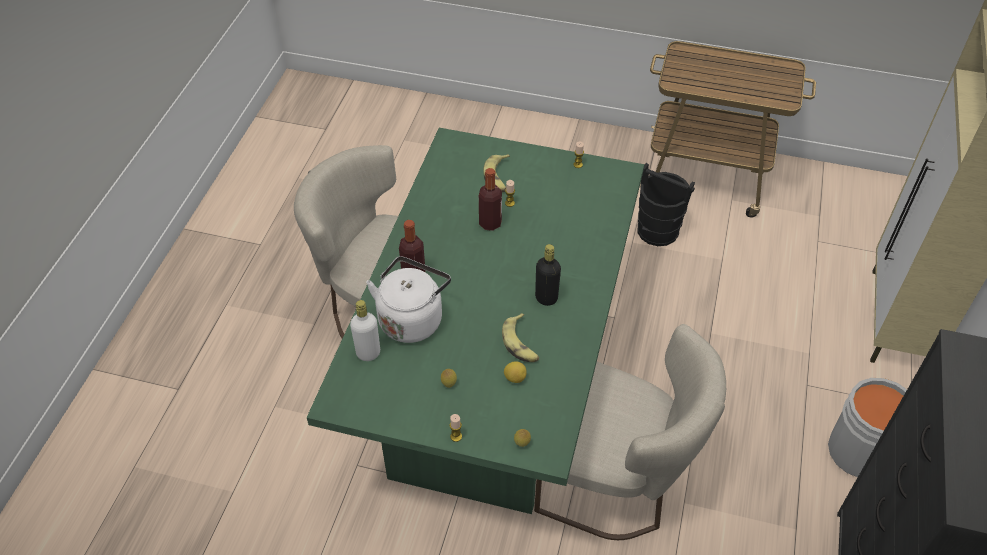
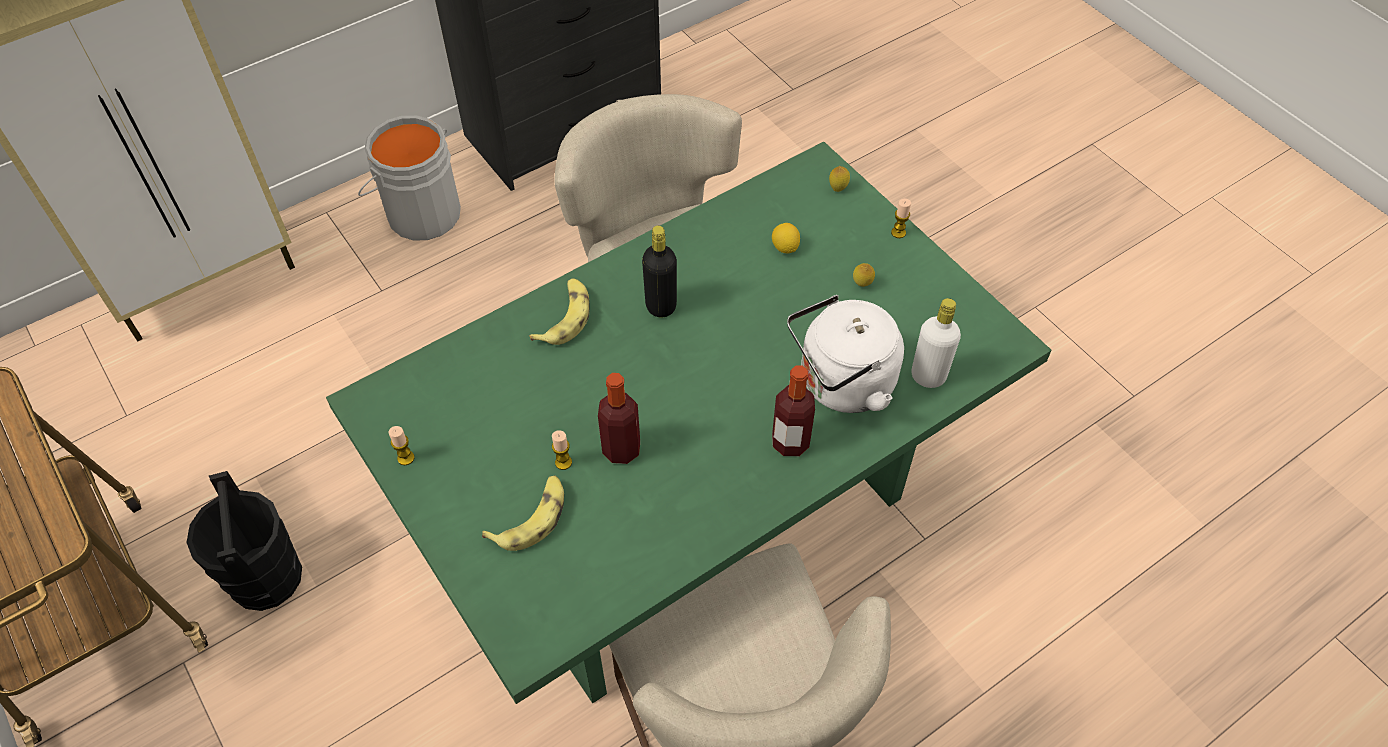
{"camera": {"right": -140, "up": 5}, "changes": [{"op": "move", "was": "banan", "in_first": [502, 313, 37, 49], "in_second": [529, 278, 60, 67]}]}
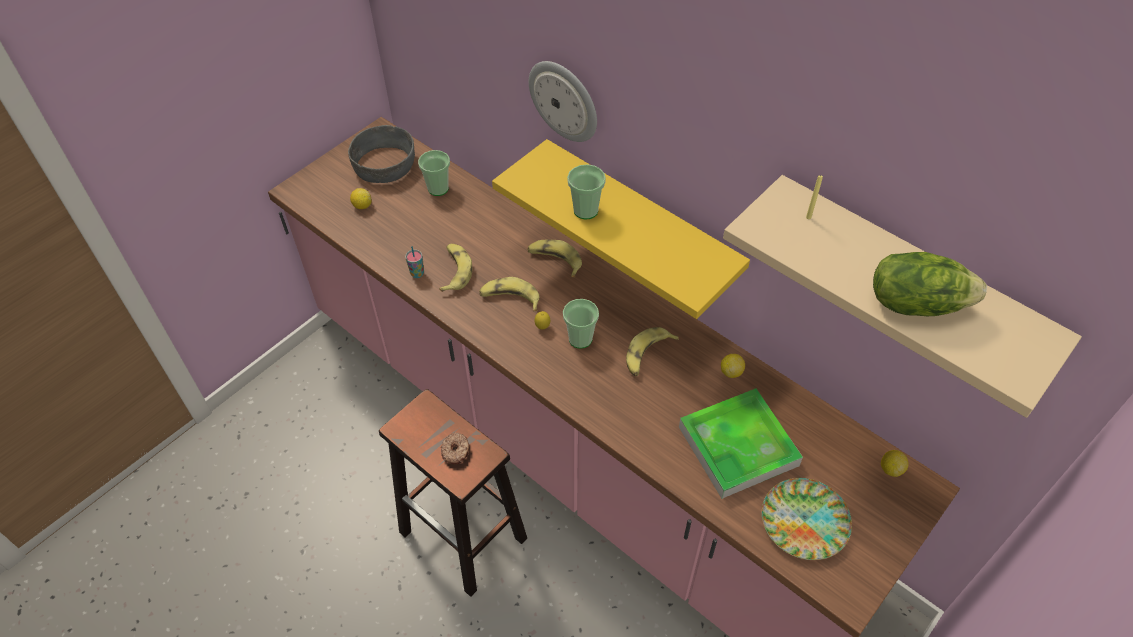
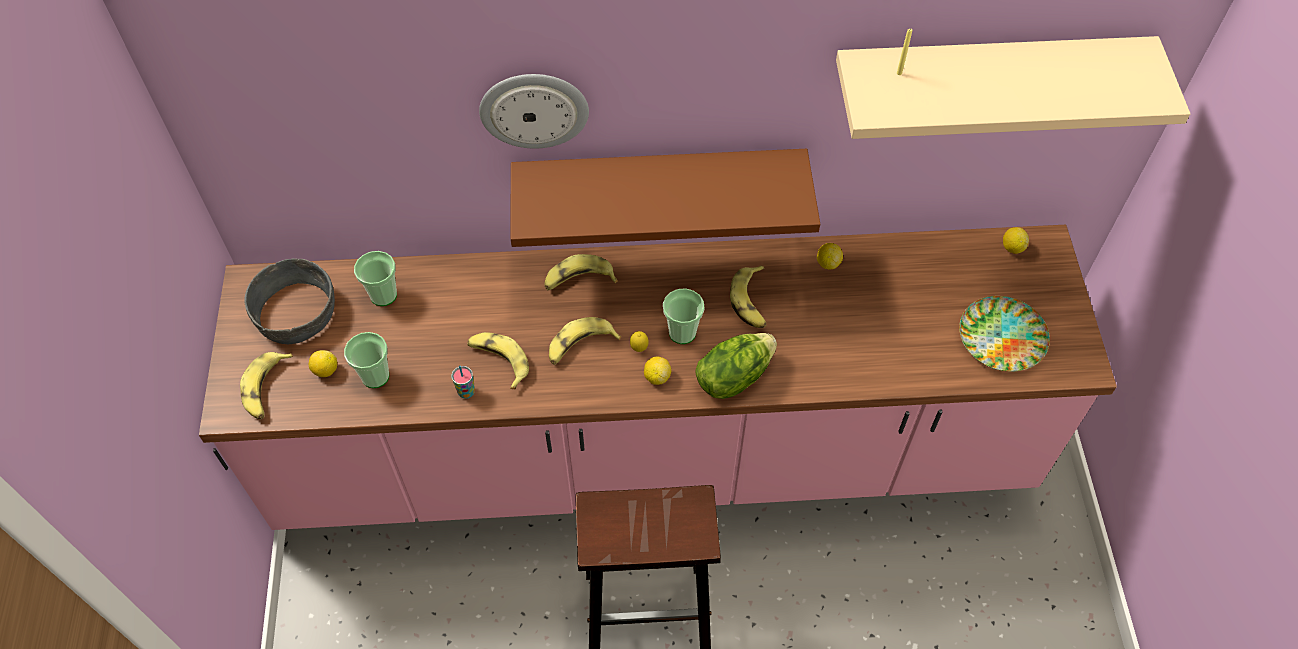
{"camera": {"right": -45, "up": 5}, "changes": [{"op": "delete", "was": "donut", "in_first": [441, 432, 28, 33]}, {"op": "recolor", "was": "półka [żółty]", "now": "półka [brązowy]", "in_first": [492, 139, 258, 180], "in_second": [510, 149, 310, 98]}, {"op": "move", "was": "filiżanka", "in_first": [567, 164, 39, 55], "in_second": [344, 332, 45, 56]}, {"op": "delete", "was": "taca", "in_first": [679, 389, 124, 110]}, {"op": "move", "was": "sałata", "in_first": [873, 252, 114, 64], "in_second": [695, 333, 82, 66]}, {"op": "insert", "now": "banan", "in_second": [240, 352, 53, 67]}, {"op": "insert", "now": "cytryna", "in_second": [644, 356, 27, 29]}]}
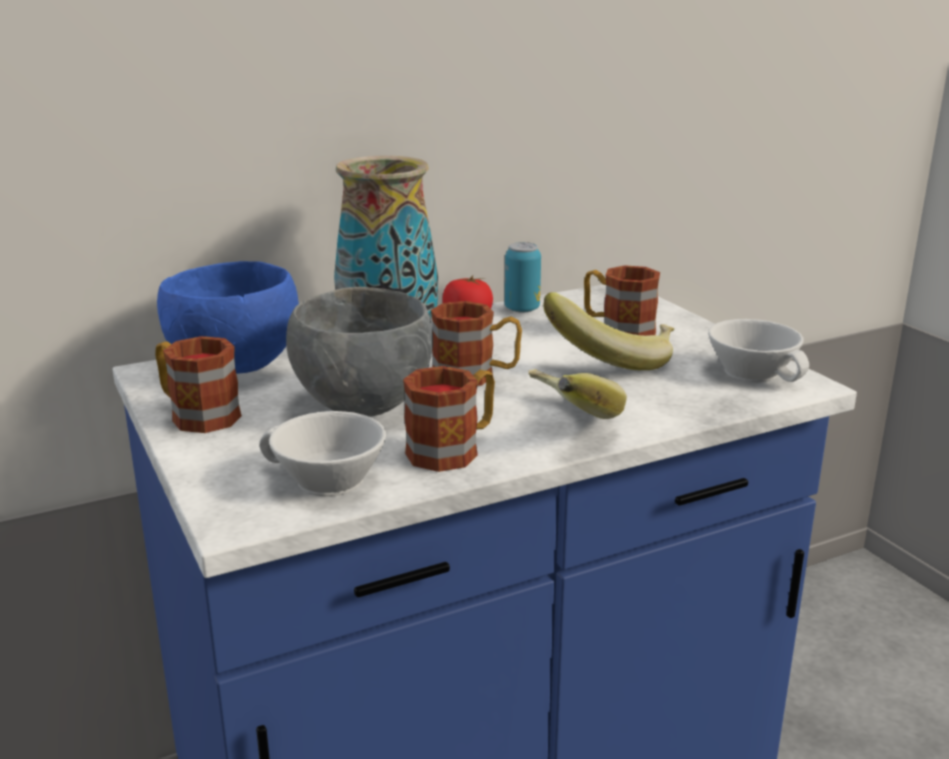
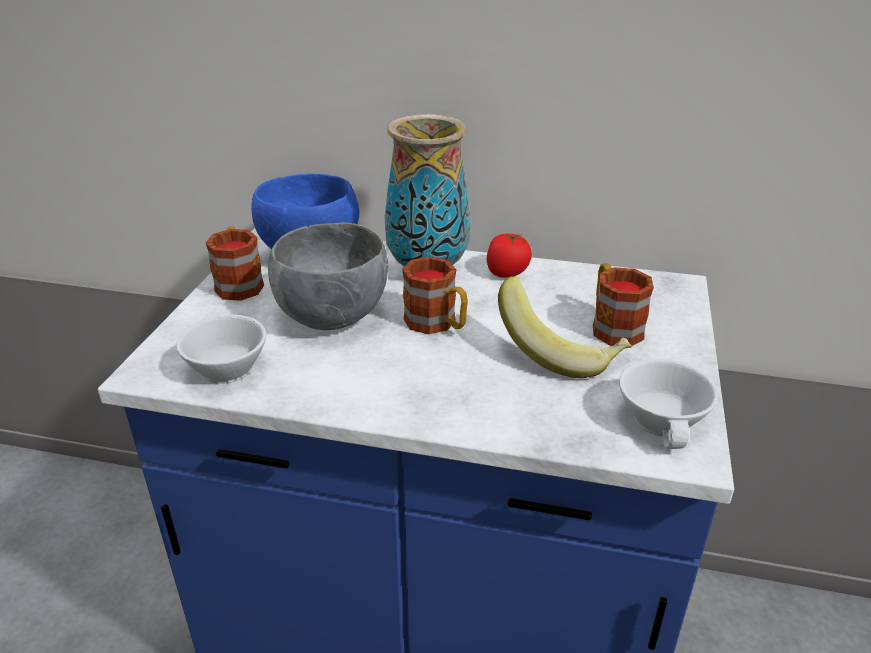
{"camera": {"right": 40, "up": 10}, "changes": [{"op": "delete", "was": "kubek", "in_first": [403, 366, 92, 106]}, {"op": "delete", "was": "puszka", "in_first": [505, 242, 36, 71]}, {"op": "delete", "was": "banan", "in_first": [528, 369, 99, 50]}]}
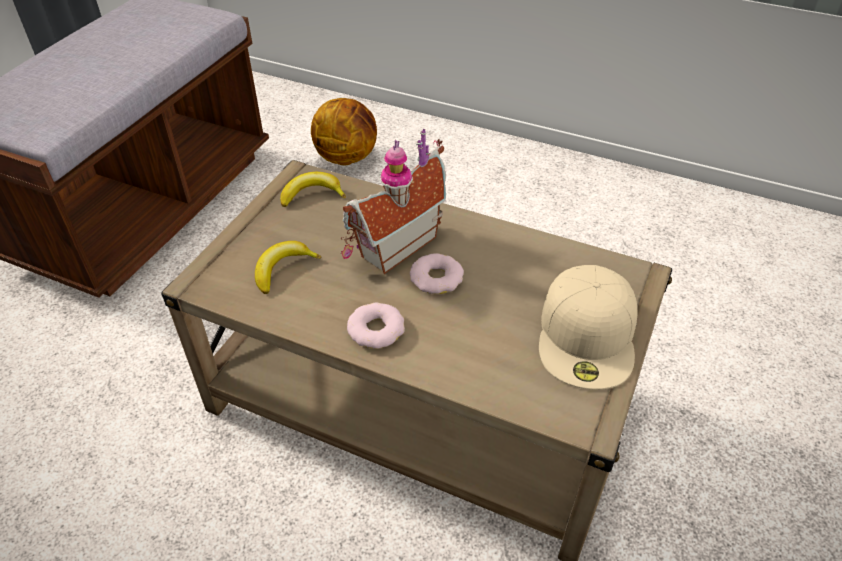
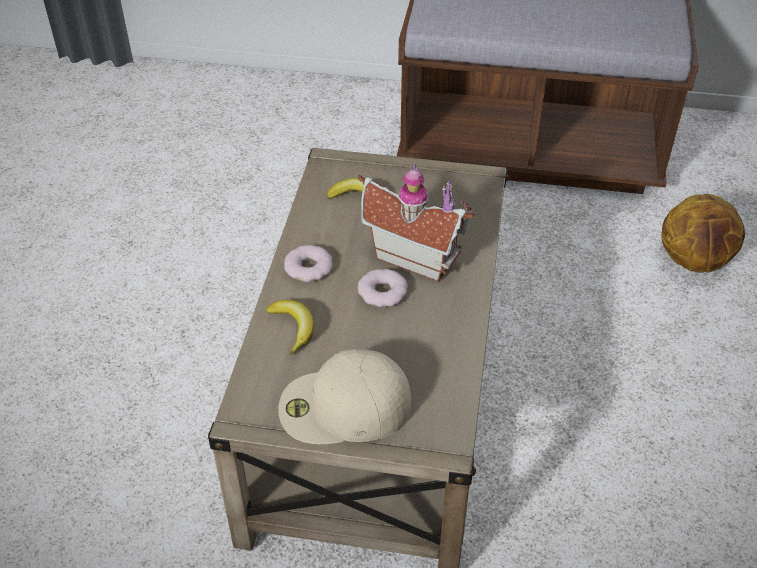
{"camera": {"right": 75, "up": 0}, "changes": [{"op": "move", "was": "banan", "in_first": [280, 172, 66, 35], "in_second": [266, 300, 48, 55]}]}
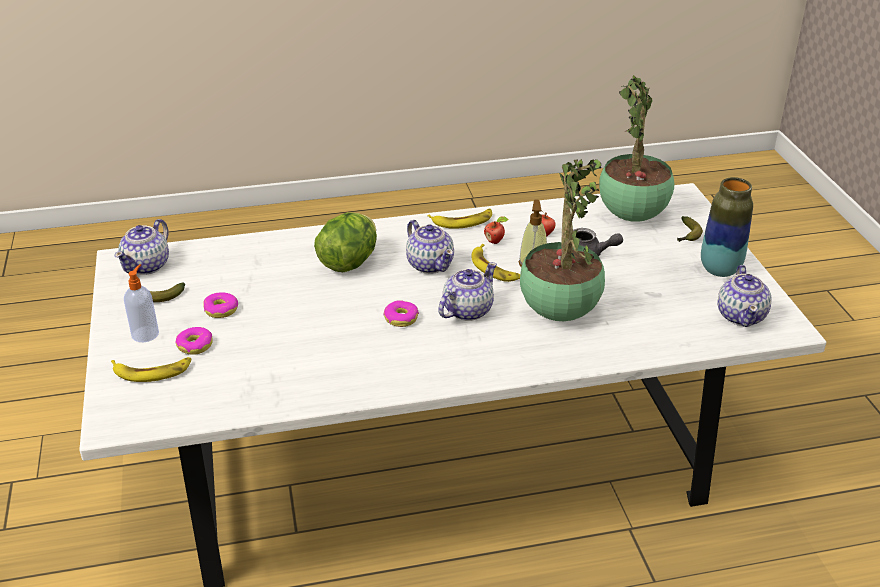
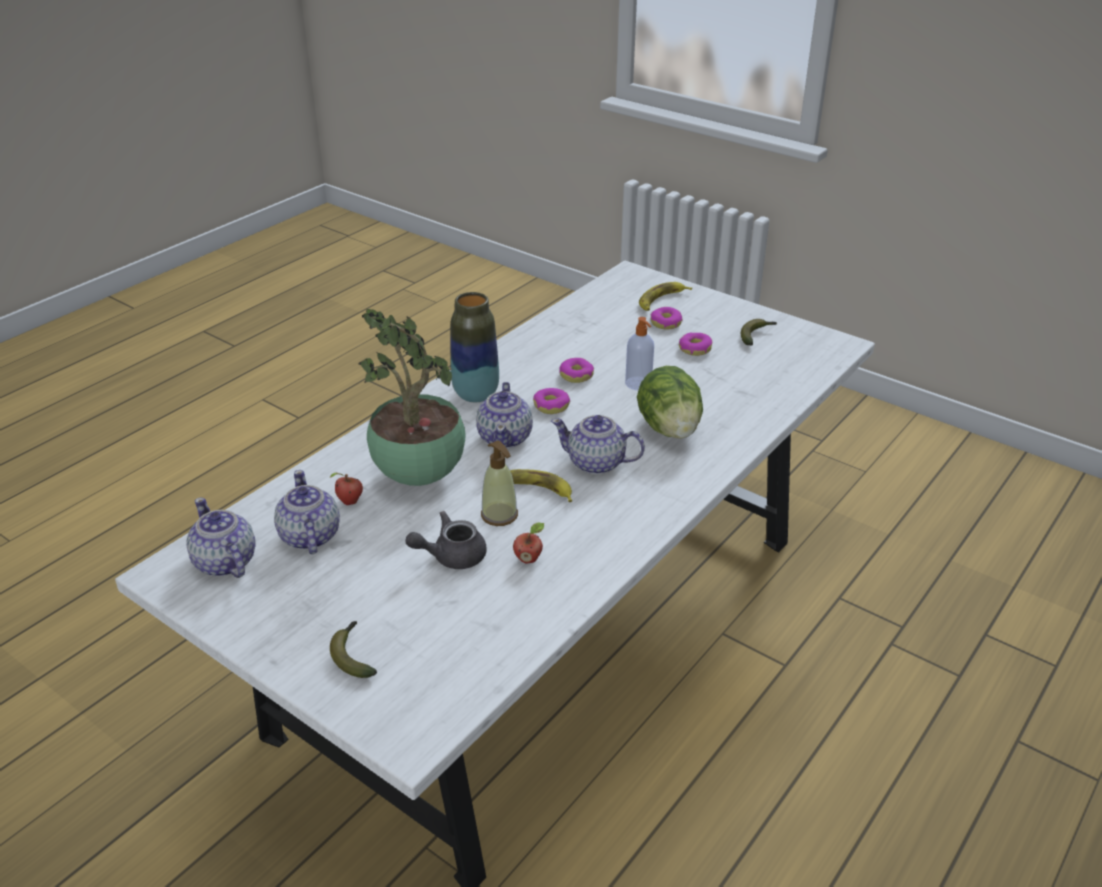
{"camera": {"right": 140, "up": 0}, "changes": [{"op": "move", "was": "imbryk", "in_first": [115, 219, 54, 56], "in_second": [274, 470, 66, 84]}, {"op": "move", "was": "dozownik mydła", "in_first": [124, 264, 35, 78], "in_second": [625, 317, 29, 73]}, {"op": "delete", "was": "banan", "in_first": [428, 209, 64, 20]}, {"op": "move", "was": "jabłko", "in_first": [484, 216, 25, 28], "in_second": [329, 472, 34, 33]}, {"op": "delete", "was": "roślina doniczkowa", "in_first": [599, 75, 75, 147]}, {"op": "move", "was": "wazon", "in_first": [701, 177, 52, 100], "in_second": [451, 292, 48, 110]}, {"op": "insert", "now": "donut", "in_second": [559, 358, 35, 25]}]}
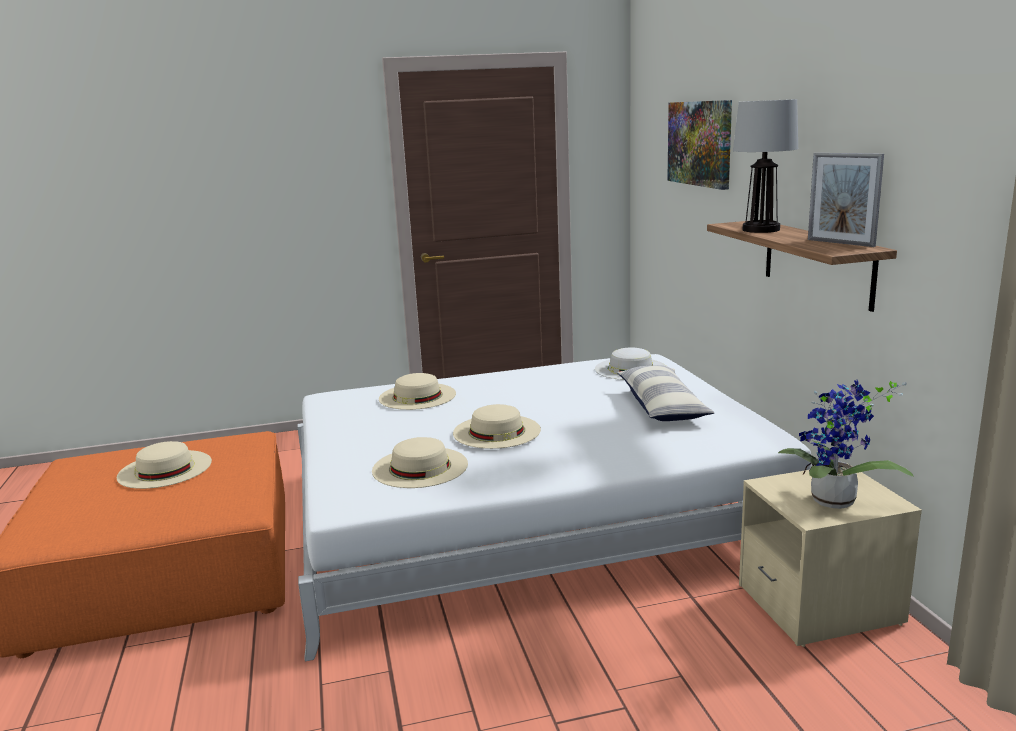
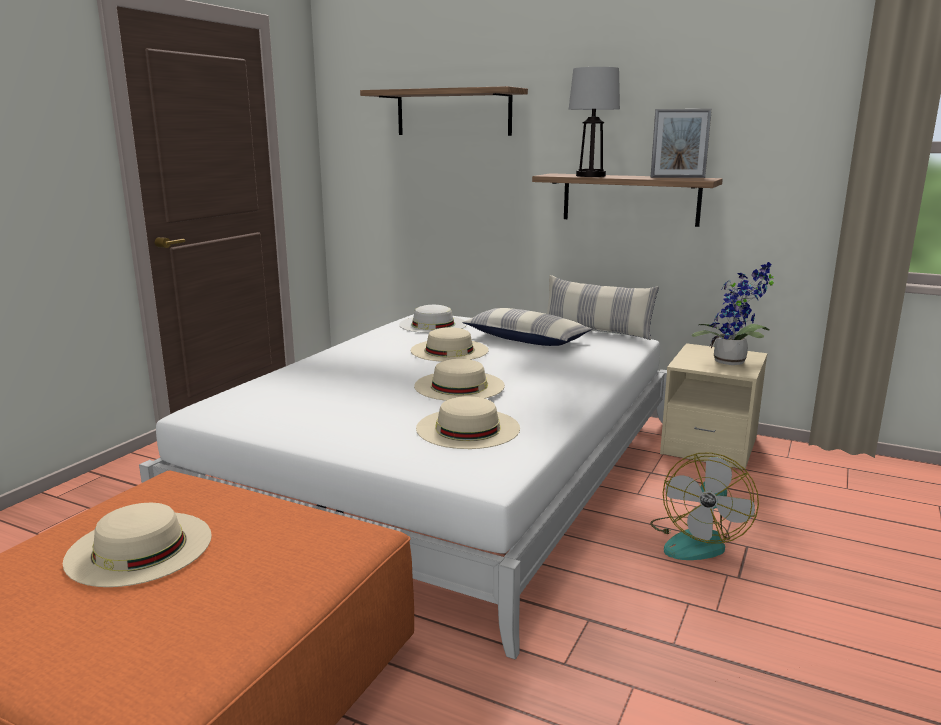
{"camera": {"right": -50, "up": 0}, "changes": [{"op": "move", "was": "kapelusz [beżowy]", "in_first": [379, 373, 77, 37], "in_second": [411, 327, 78, 35]}, {"op": "replace", "was": "obraz", "now": "półka", "in_first": [667, 100, 65, 90], "in_second": [360, 86, 168, 50]}, {"op": "insert", "now": "poduszka", "in_second": [547, 275, 112, 65]}, {"op": "insert", "now": "wentylator", "in_second": [650, 452, 109, 108]}]}
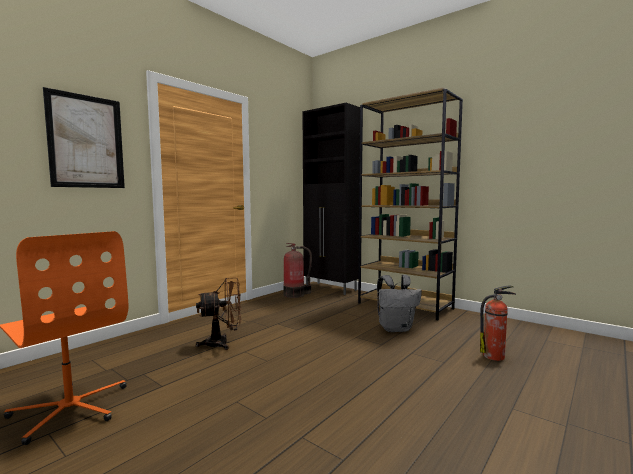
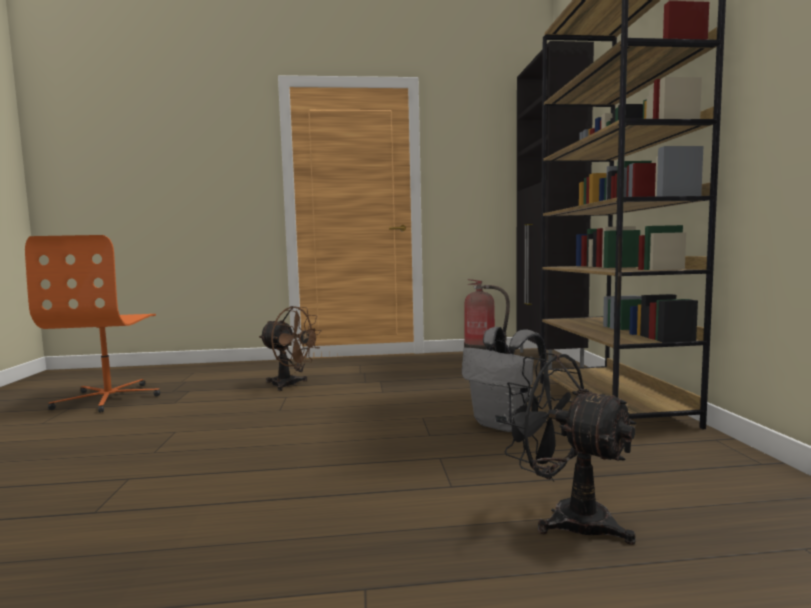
{"camera": {"right": 45, "up": 0}, "changes": [{"op": "delete", "was": "obraz", "in_first": [43, 87, 82, 101]}, {"op": "replace", "was": "gaśnica", "now": "wentylator [czarny]", "in_first": [480, 285, 36, 76], "in_second": [500, 353, 137, 192]}]}
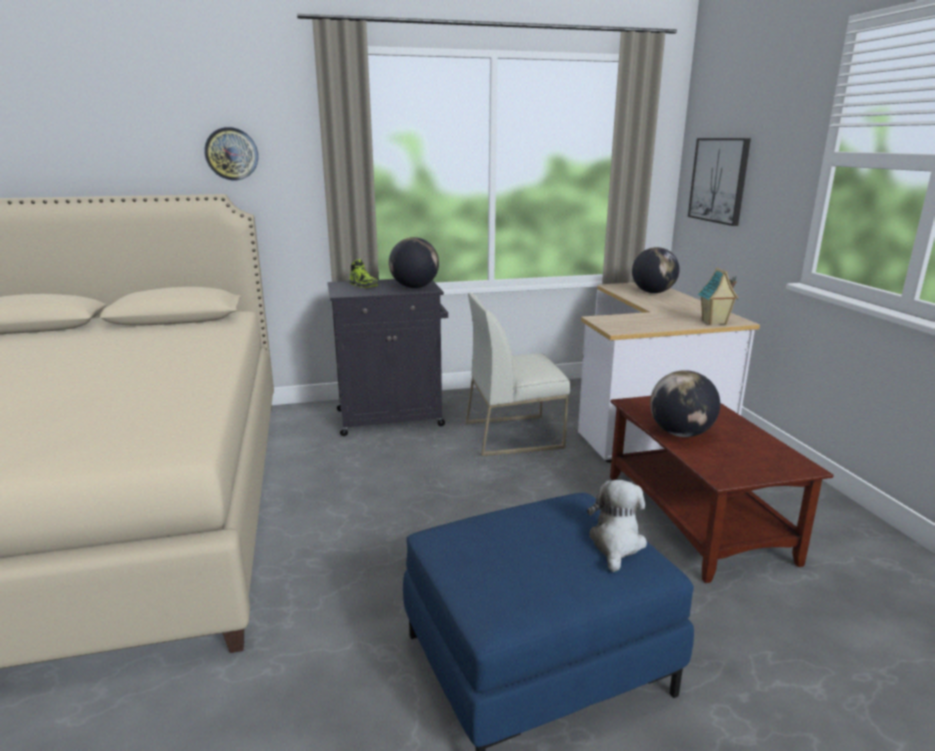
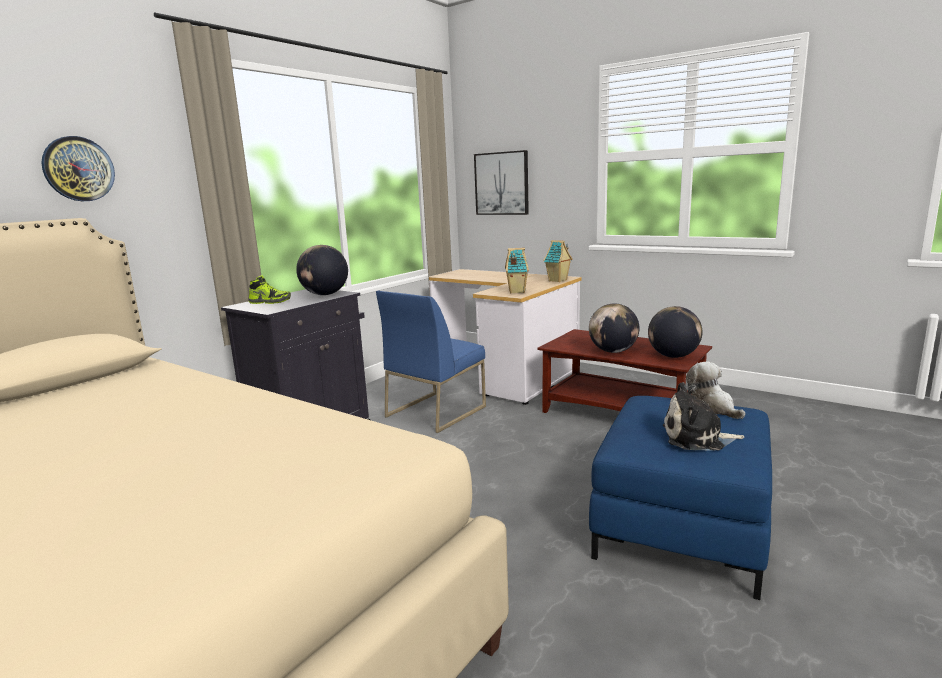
{"camera": {"right": -40, "up": -5}, "changes": [{"op": "recolor", "was": "krzesło [biały]", "now": "krzesło [niebieski]", "in_first": [466, 293, 104, 163], "in_second": [376, 291, 110, 142]}, {"op": "move", "was": "globus", "in_first": [632, 247, 47, 46], "in_second": [648, 306, 55, 52]}, {"op": "insert", "now": "domek", "in_second": [505, 248, 24, 45]}, {"op": "insert", "now": "pluszak", "in_second": [663, 382, 82, 68]}]}
